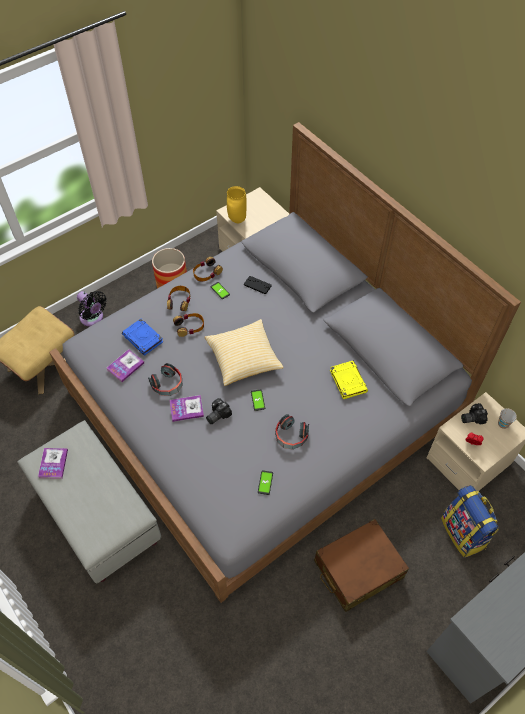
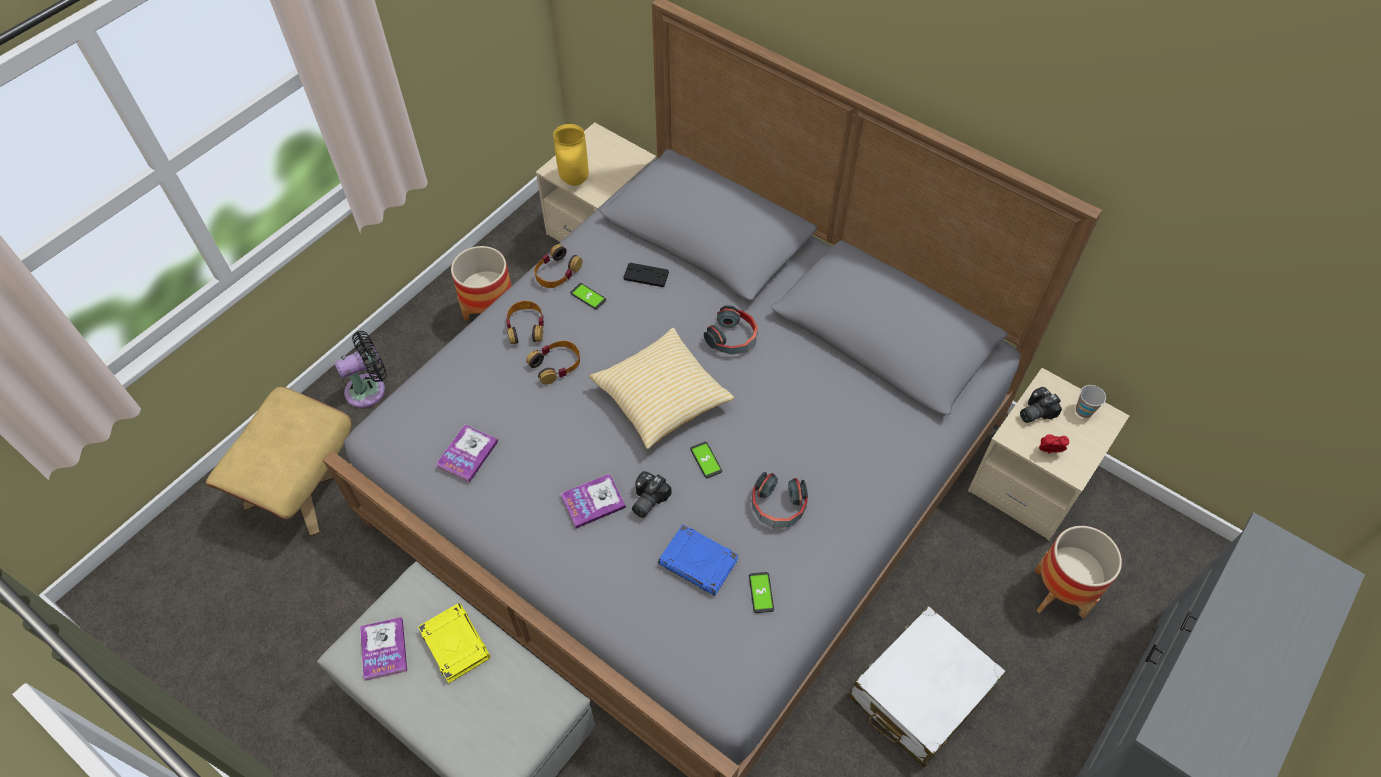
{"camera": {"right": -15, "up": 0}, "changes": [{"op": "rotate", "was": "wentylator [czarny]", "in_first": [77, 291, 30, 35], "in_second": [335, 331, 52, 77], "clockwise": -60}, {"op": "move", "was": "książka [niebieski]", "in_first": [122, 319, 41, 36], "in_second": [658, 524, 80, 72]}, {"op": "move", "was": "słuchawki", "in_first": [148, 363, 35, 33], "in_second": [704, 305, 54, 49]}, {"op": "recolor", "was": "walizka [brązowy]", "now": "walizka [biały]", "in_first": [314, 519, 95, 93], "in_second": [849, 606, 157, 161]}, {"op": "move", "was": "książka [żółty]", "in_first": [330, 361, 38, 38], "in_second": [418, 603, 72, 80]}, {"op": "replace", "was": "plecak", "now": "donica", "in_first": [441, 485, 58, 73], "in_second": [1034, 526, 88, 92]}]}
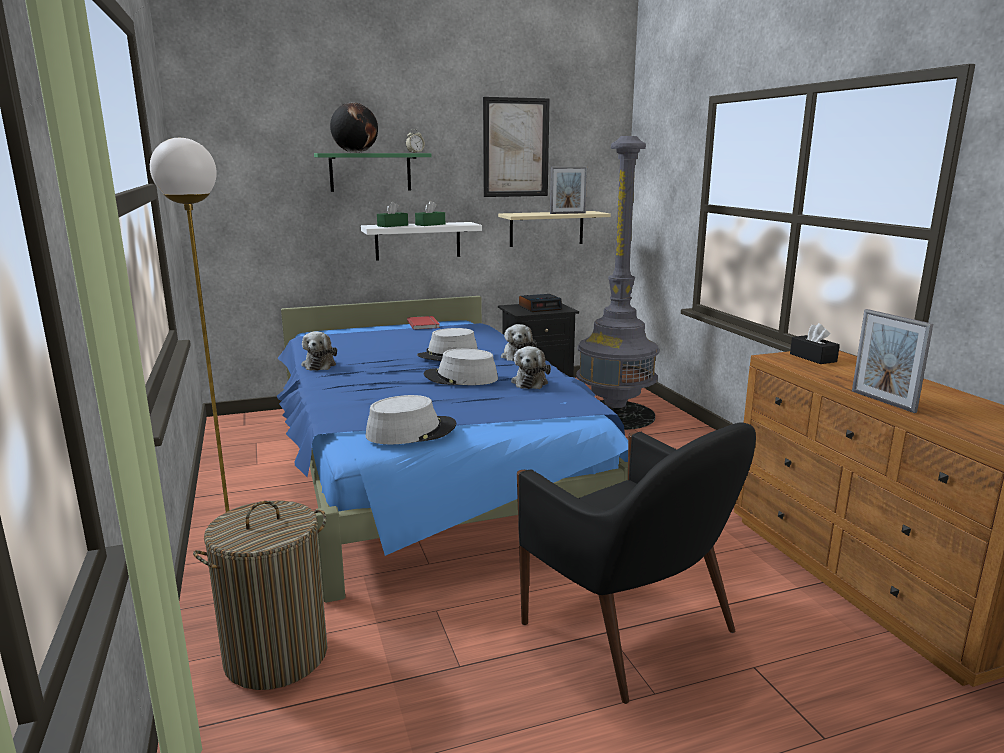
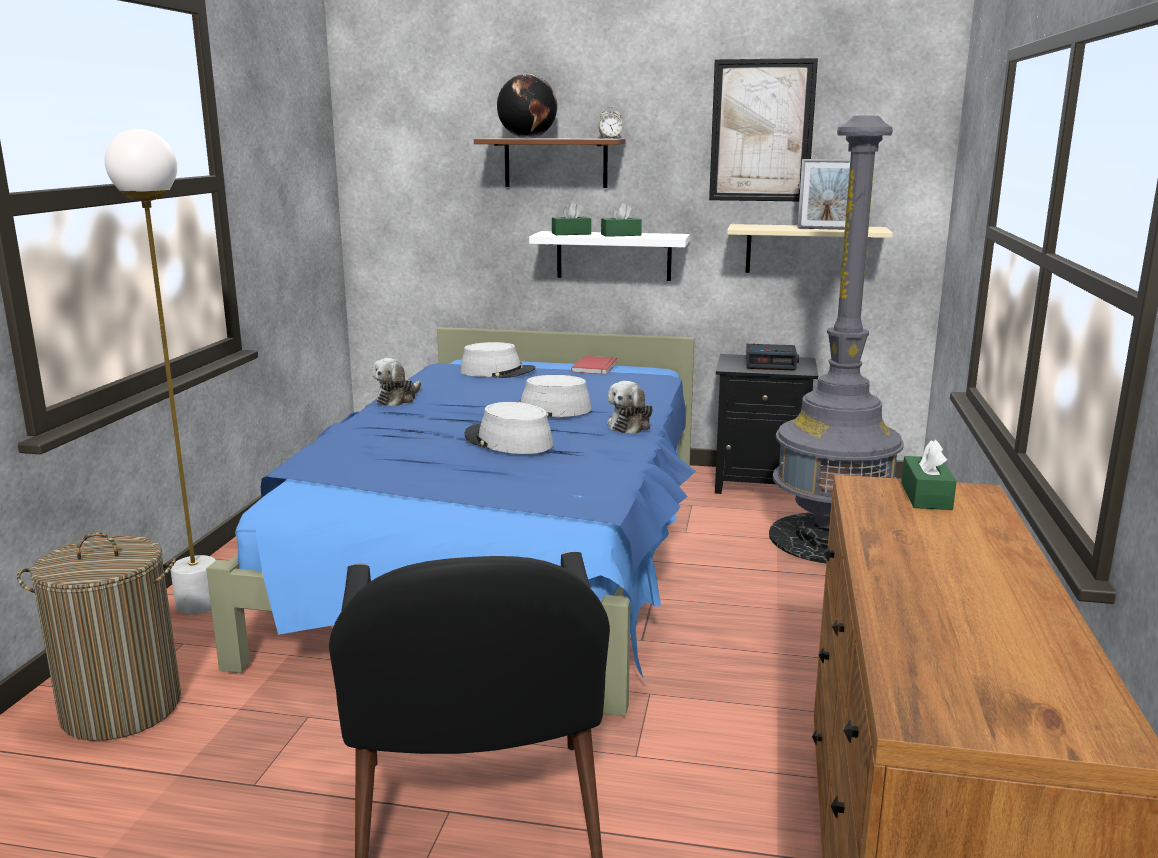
{"camera": {"right": 30, "up": 0}, "changes": [{"op": "recolor", "was": "półka [zielony]", "now": "półka [brązowy]", "in_first": [314, 153, 118, 39], "in_second": [474, 138, 152, 50]}, {"op": "move", "was": "kapelusz [szary]", "in_first": [366, 395, 90, 49], "in_second": [460, 342, 75, 36]}, {"op": "delete", "was": "pluszak", "in_first": [511, 346, 40, 43]}, {"op": "recolor", "was": "pudełko chusteczek [czarny]", "now": "pudełko chusteczek [zielony]", "in_first": [790, 323, 50, 41], "in_second": [901, 440, 56, 70]}, {"op": "delete", "was": "ramka na zdjęcie", "in_first": [852, 309, 81, 104]}]}
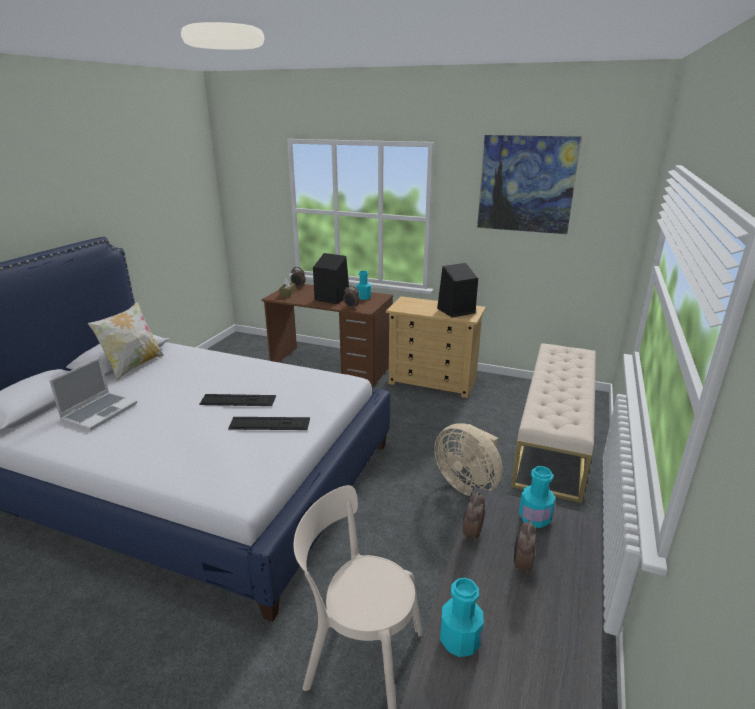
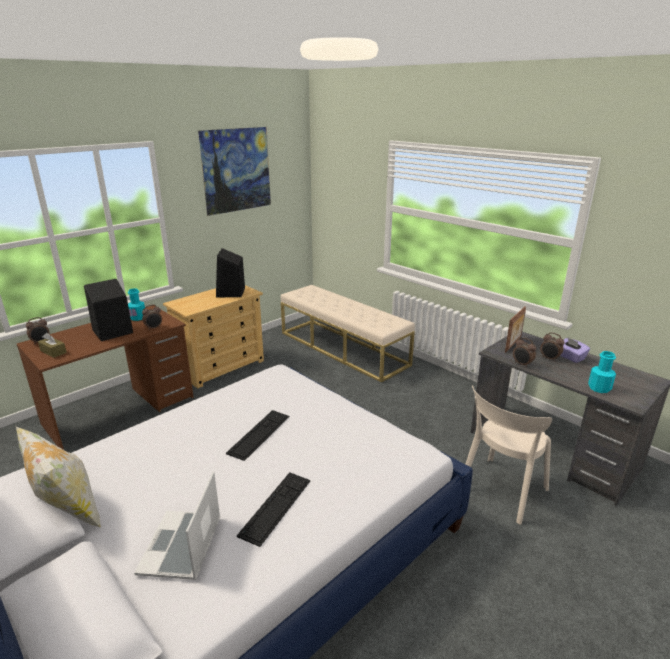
{"camera": {"right": -65, "up": 0}, "changes": [{"op": "rotate", "was": "laptop", "in_first": [49, 357, 88, 73], "in_second": [134, 471, 86, 109], "clockwise": -135}, {"op": "move", "was": "klawiatura", "in_first": [228, 417, 82, 13], "in_second": [237, 472, 73, 75]}, {"op": "delete", "was": "wentylator [beżowy]", "in_first": [434, 423, 68, 73]}, {"op": "replace", "was": "butelka [turkusowy]", "now": "ramka na zdjęcie", "in_first": [519, 466, 37, 62], "in_second": [505, 306, 21, 47]}, {"op": "insert", "now": "pudełko chusteczek [fioletowy]", "in_second": [560, 338, 30, 25]}]}
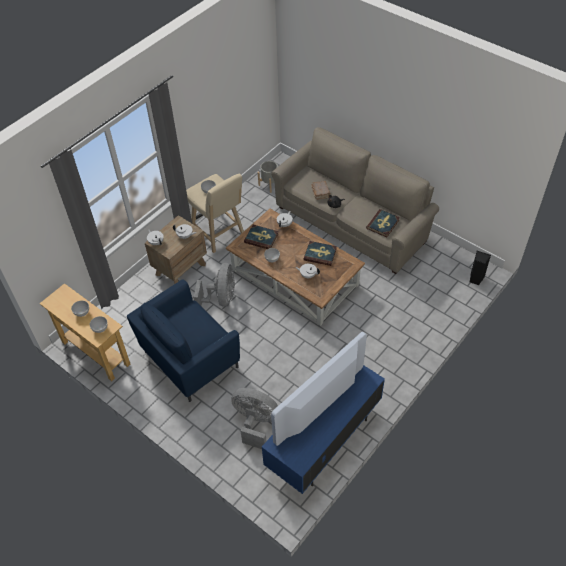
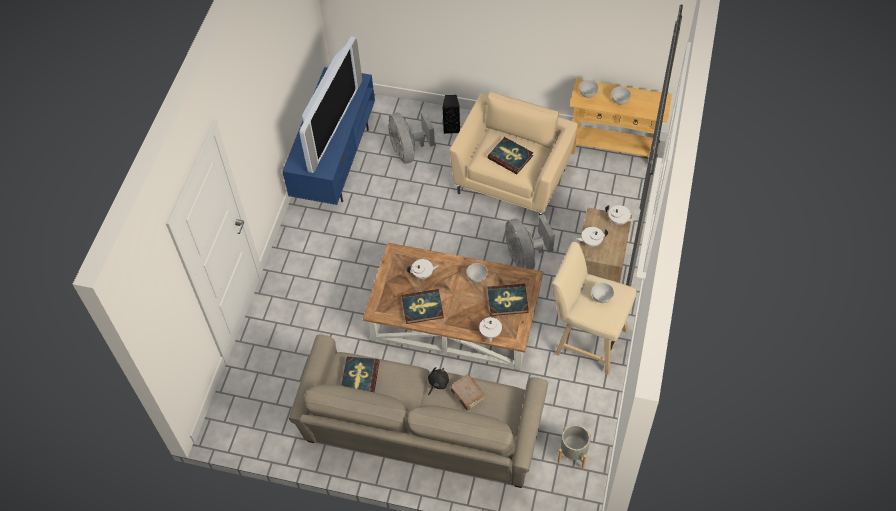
{"camera": {"right": 155, "up": 5}, "changes": [{"op": "recolor", "was": "fotel [niebieski]", "now": "fotel [beżowy]", "in_first": [127, 280, 113, 122], "in_second": [450, 92, 128, 123]}, {"op": "rotate", "was": "wentylator [szary]", "in_first": [231, 388, 47, 61], "in_second": [388, 110, 47, 54], "clockwise": 75}, {"op": "move", "was": "głośnik [czarny]", "in_first": [470, 251, 21, 34], "in_second": [442, 95, 18, 39]}, {"op": "insert", "now": "książka", "in_second": [487, 137, 46, 37]}]}
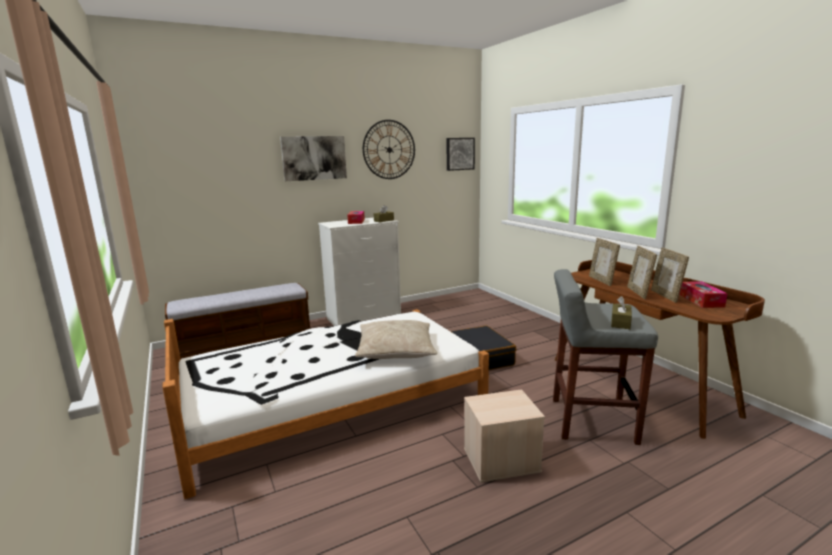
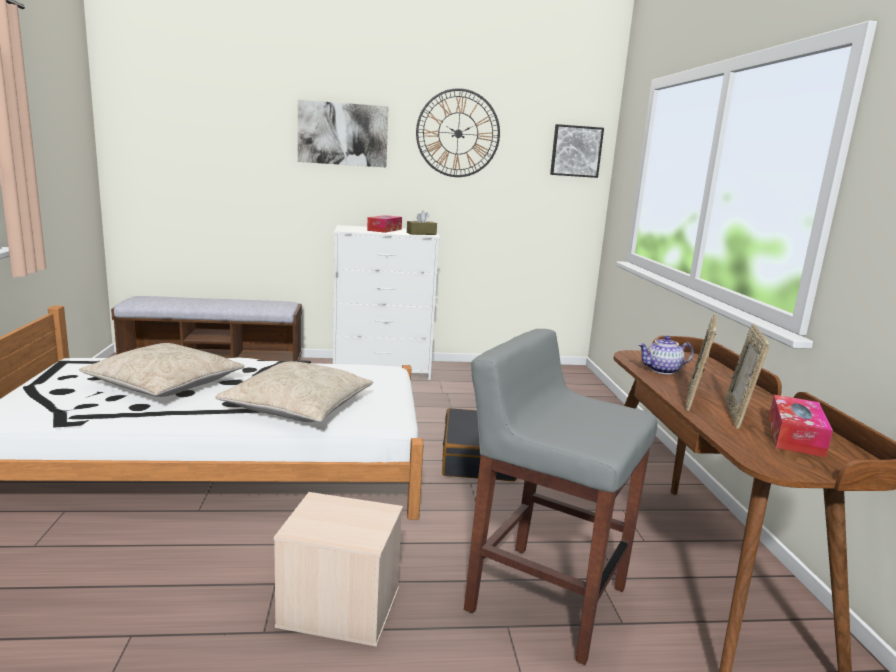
{"camera": {"right": 20, "up": 0}, "changes": [{"op": "replace", "was": "ramka na zdjęcie", "now": "imbryk", "in_first": [589, 238, 31, 48], "in_second": [638, 336, 56, 38]}, {"op": "delete", "was": "pudełko chusteczek [brązowy]", "in_first": [611, 296, 21, 33]}, {"op": "insert", "now": "poduszka [beżowy]", "in_second": [79, 343, 166, 54]}]}
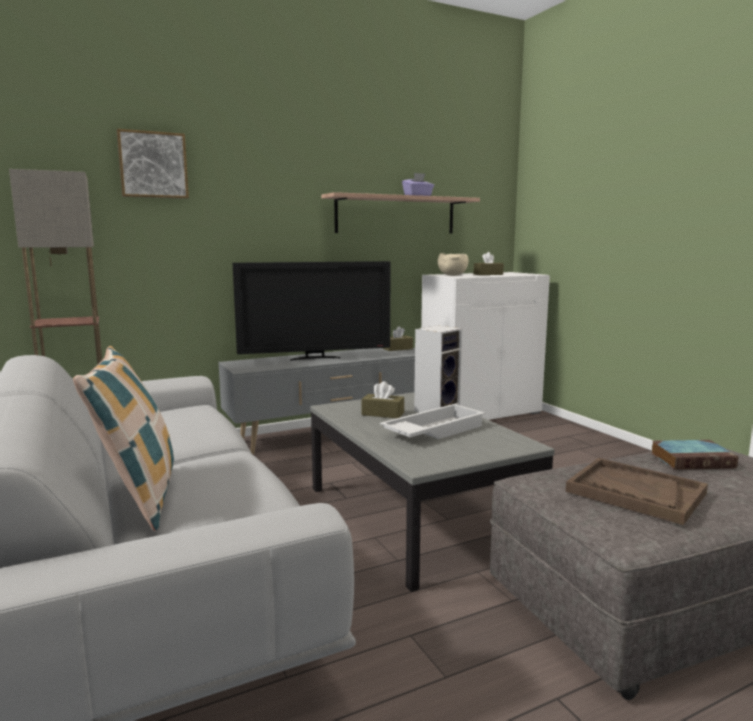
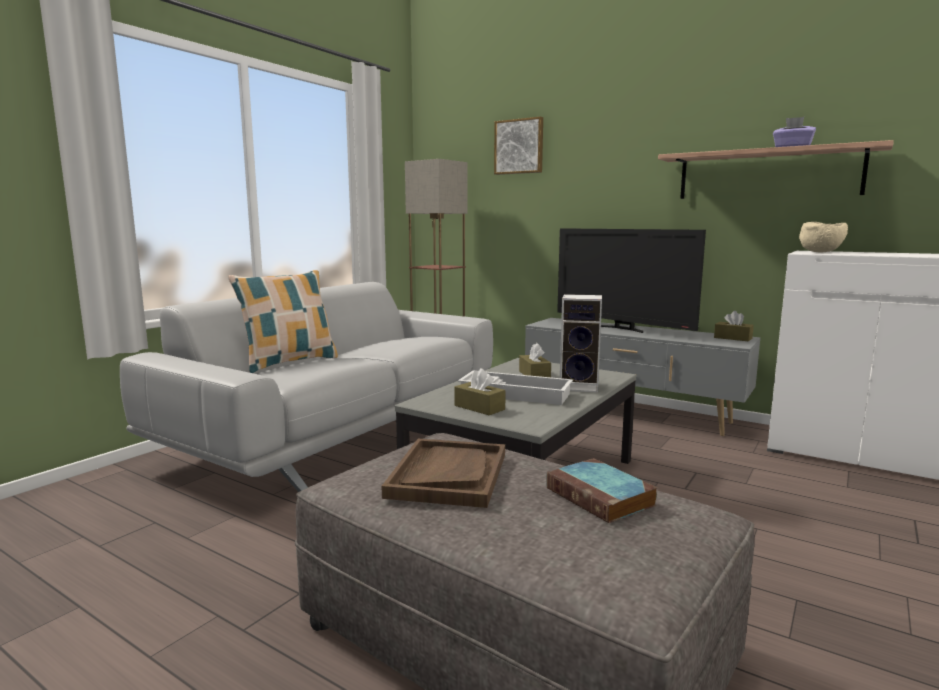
{"camera": {"right": 60, "up": 0}, "changes": [{"op": "move", "was": "pudełko chusteczek [brązowy]", "in_first": [474, 252, 30, 23], "in_second": [455, 368, 51, 47]}]}
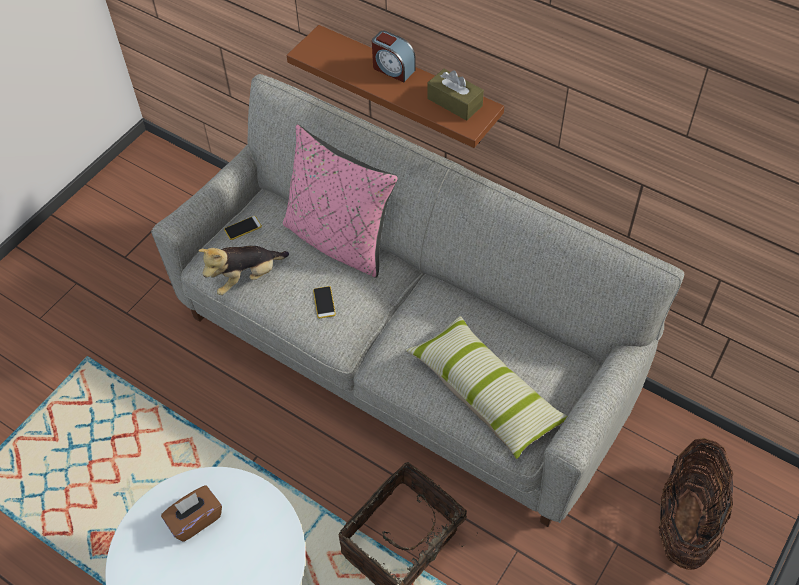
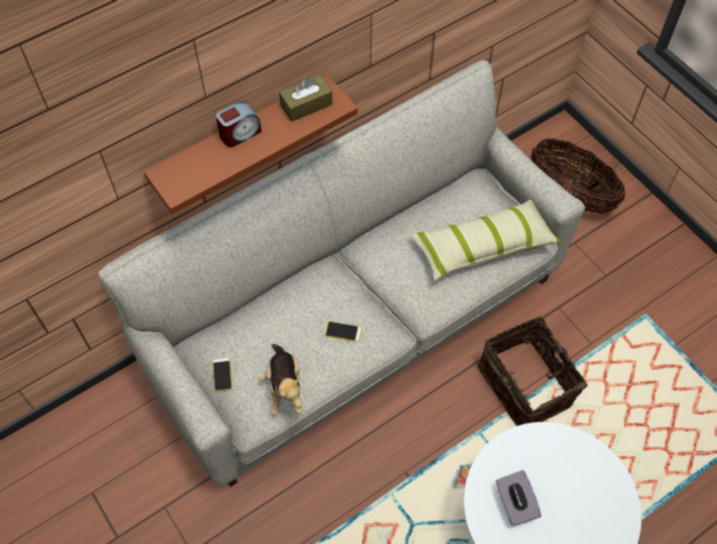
{"camera": {"right": -70, "up": 5}, "changes": [{"op": "recolor", "was": "pudełko chusteczek [brązowy]", "now": "pudełko chusteczek [szary]", "in_first": [161, 485, 61, 57], "in_second": [496, 470, 45, 56]}, {"op": "delete", "was": "poduszka [różowy]", "in_first": [283, 125, 115, 153]}]}
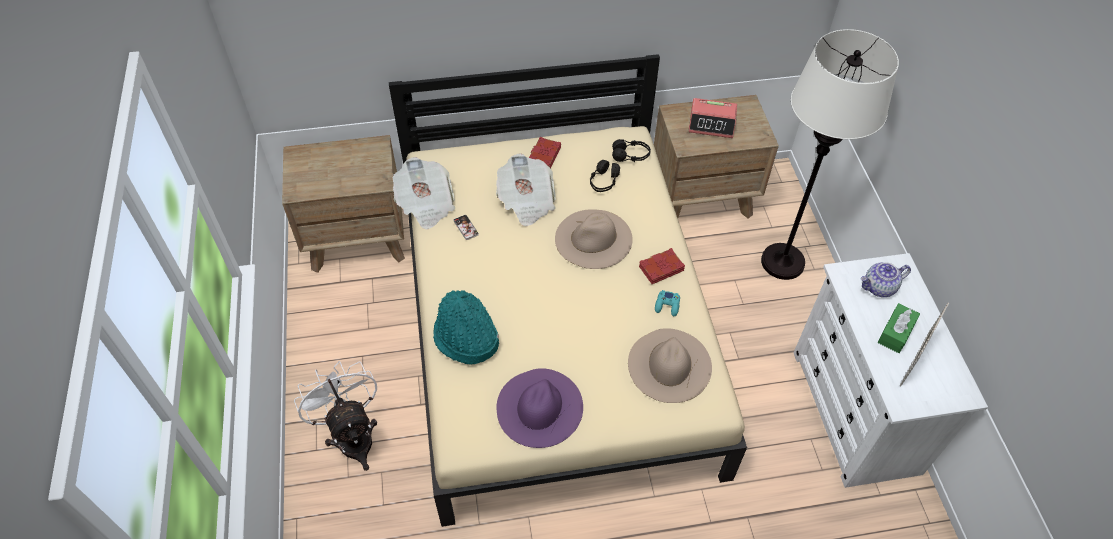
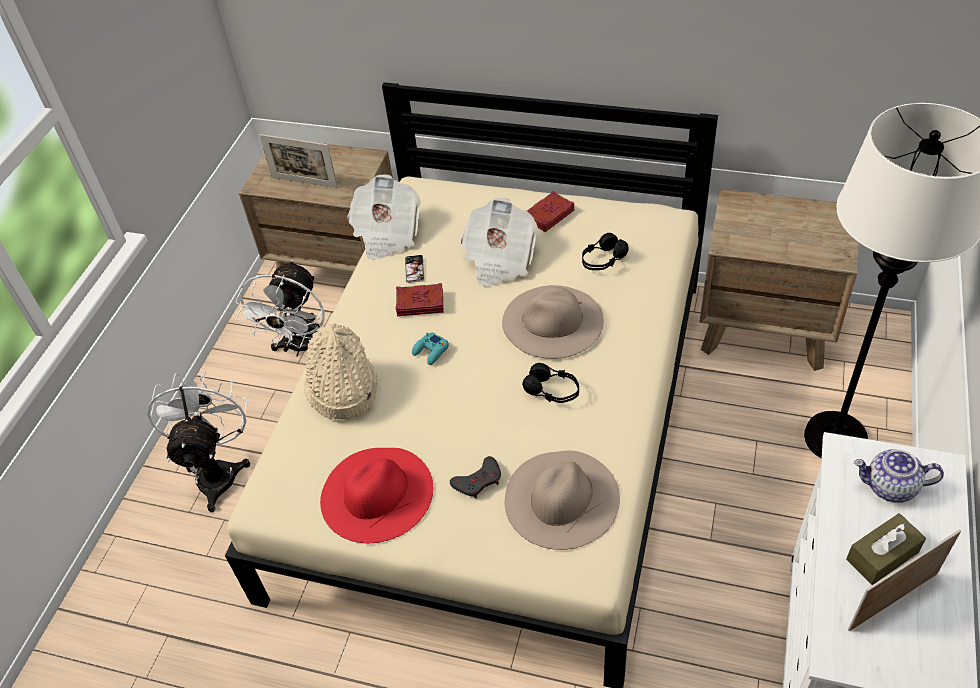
{"camera": {"right": 30, "up": -5}, "changes": [{"op": "recolor", "was": "kapelusz [turkusowy]", "now": "kapelusz [beżowy]", "in_first": [433, 290, 66, 74], "in_second": [304, 323, 73, 96]}, {"op": "recolor", "was": "kapelusz [fioletowy]", "now": "kapelusz [czerwony]", "in_first": [496, 368, 87, 80], "in_second": [320, 448, 113, 95]}, {"op": "move", "was": "słuchawki [czarny]", "in_first": [612, 139, 39, 23], "in_second": [522, 363, 57, 40]}, {"op": "move", "was": "książka [czerwony]", "in_first": [639, 248, 46, 36], "in_second": [396, 283, 48, 33]}, {"op": "move", "was": "pad do gier [turkusowy]", "in_first": [655, 290, 25, 26], "in_second": [412, 332, 37, 33]}, {"op": "delete", "was": "budzik", "in_first": [688, 98, 49, 40]}, {"op": "recolor", "was": "pudełko chusteczek [zielony]", "now": "pudełko chusteczek [brązowy]", "in_first": [878, 303, 42, 50], "in_second": [846, 513, 80, 72]}, {"op": "insert", "now": "wentylator [biały]", "in_second": [236, 260, 89, 96]}, {"op": "insert", "now": "ramka na zdjęcie", "in_second": [259, 134, 79, 54]}, {"op": "insert", "now": "pad do gier [szary]", "in_second": [450, 456, 51, 42]}]}
